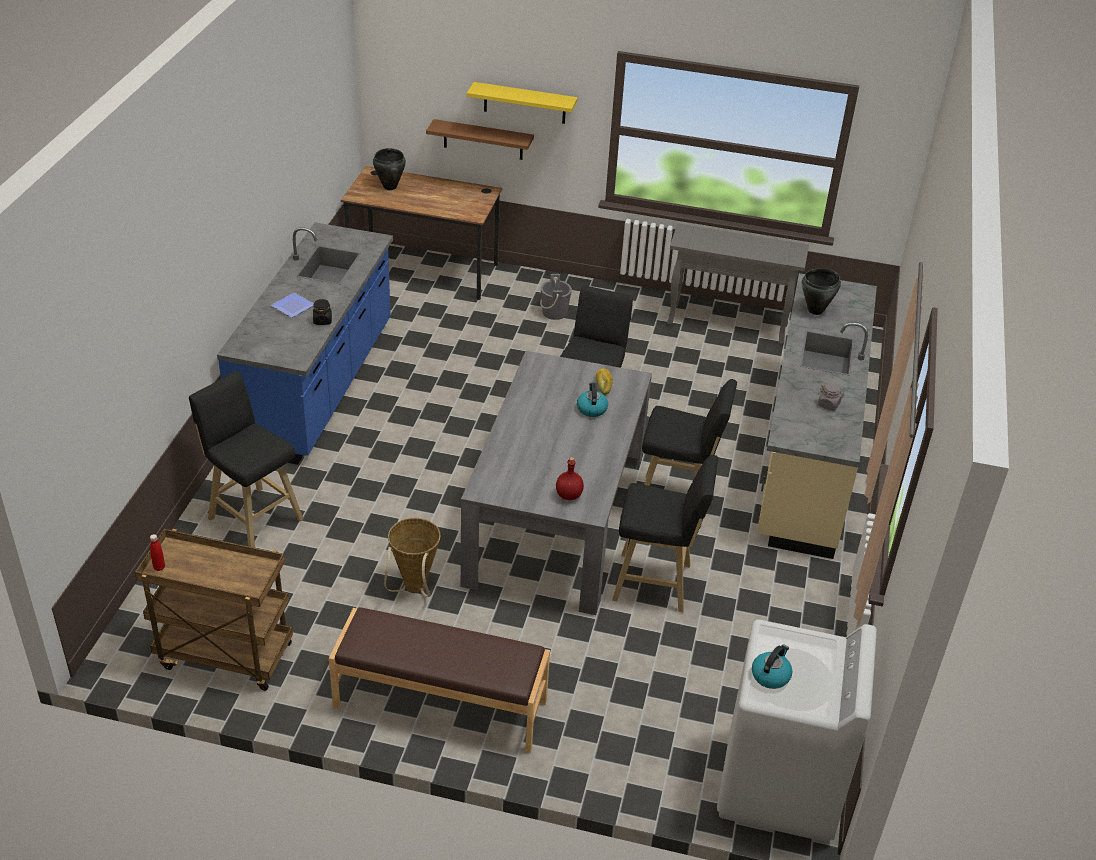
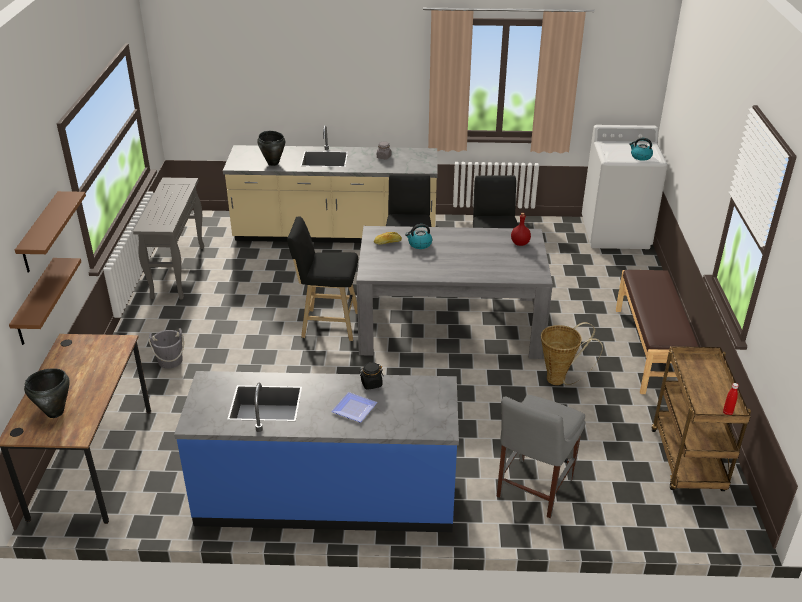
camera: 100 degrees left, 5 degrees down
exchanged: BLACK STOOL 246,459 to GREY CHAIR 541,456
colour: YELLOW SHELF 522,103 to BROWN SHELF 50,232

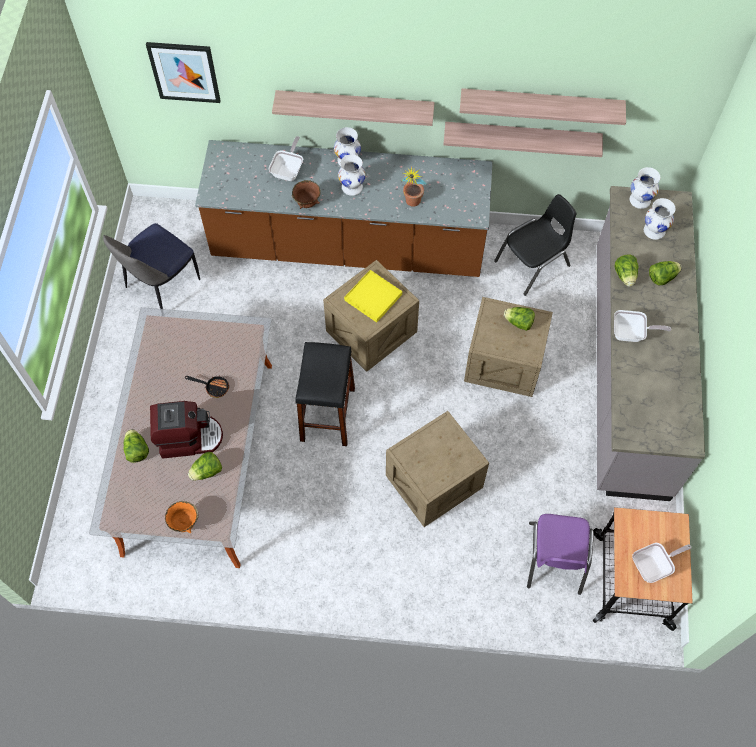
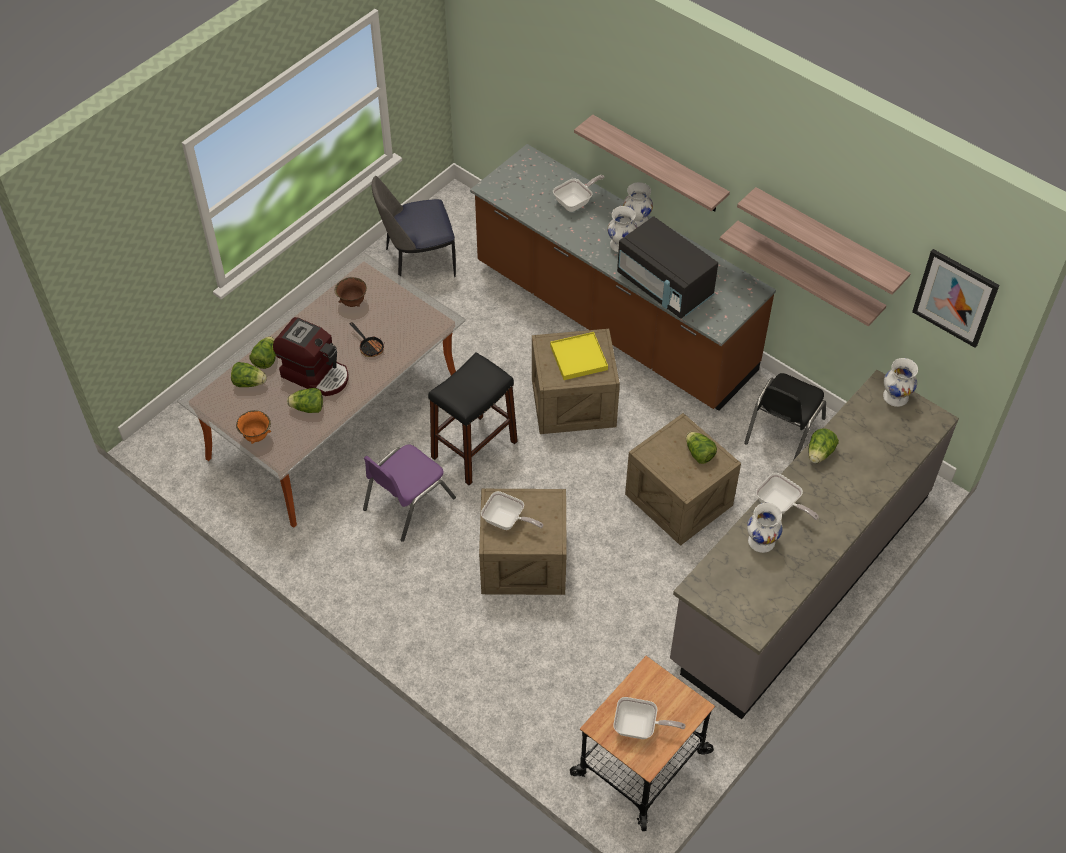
camera: 35 degrees right, 10 degrees down
appeared: FRYING PAN 512,510
relocated: PICTURE 183,72 to 956,298; BROWN BOWL 306,194 to 351,292; PURPLE CHAIR 560,554 to 409,493; WHITE VASE 660,219 to 765,528; LETTUCE 665,273 to 249,374
exchanged: POTTED PLANT 413,186 to BLACK MICROWAVE 667,267
spun: BLACK CHAIR 535,245 = 785,416 120 degrees clockwise

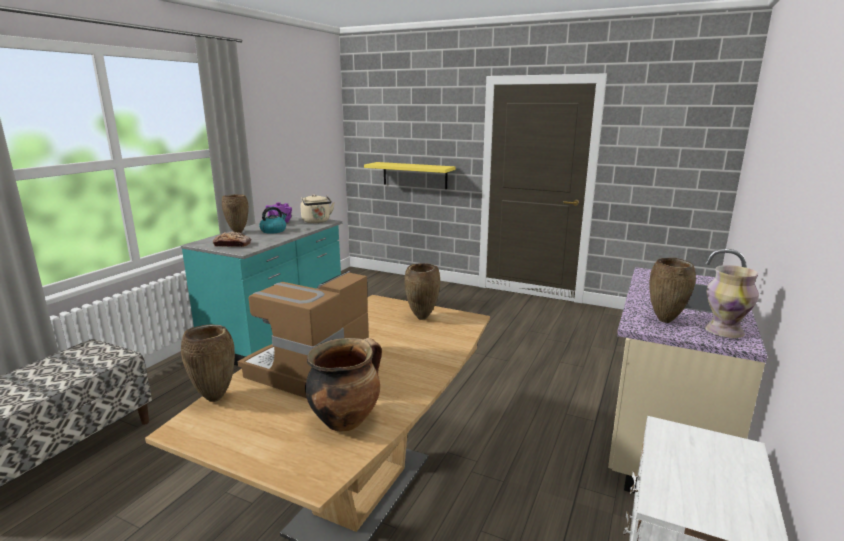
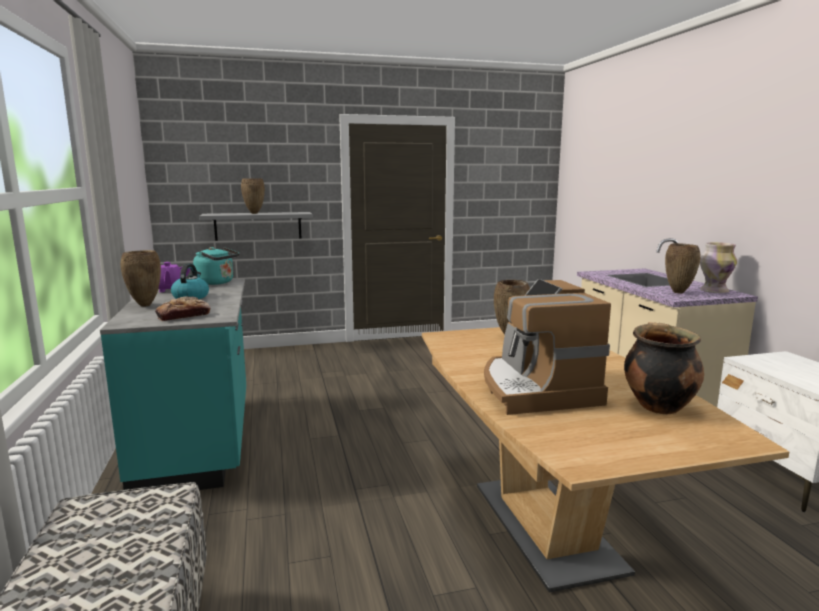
camera: 40 degrees left, 5 degrees down
relocated: BROWN VASE 208,363 to 253,196
colour: BEIGE KETTLE 317,208 to TURQUOISE KETTLE 216,266; YELLOW SHELF 410,175 to GREY SHELF 256,226

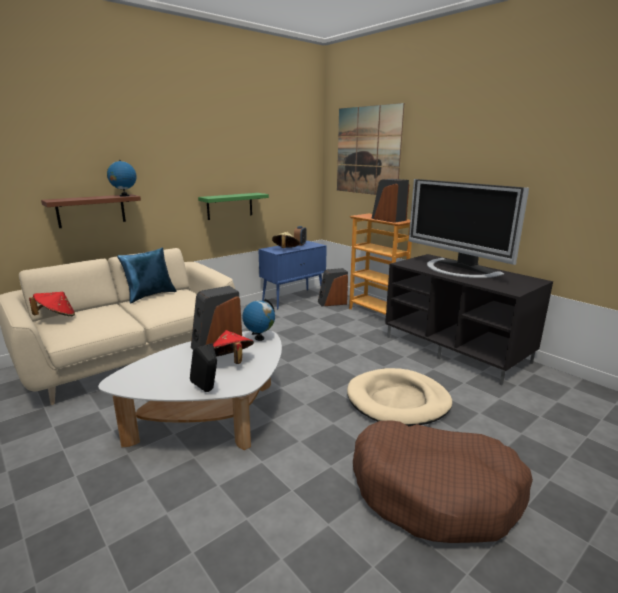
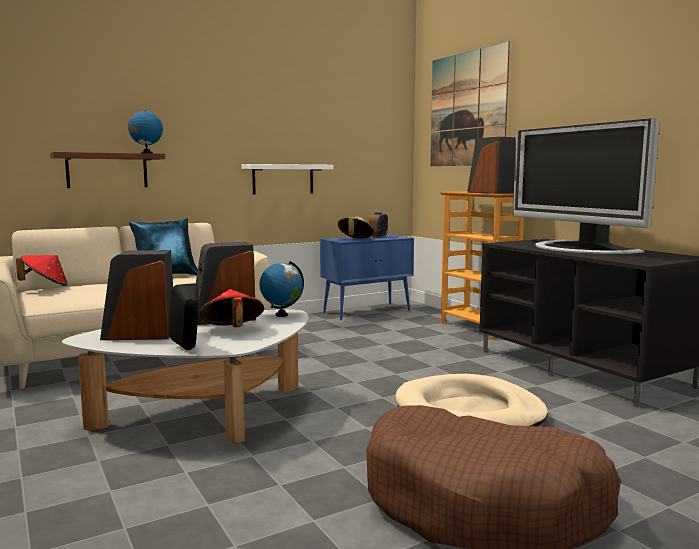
camera: 10 degrees right, 10 degrees down
relocated: SPEAKER 333,287 to 136,295
colour: GREEN SHELF 233,206 to WHITE SHELF 288,179

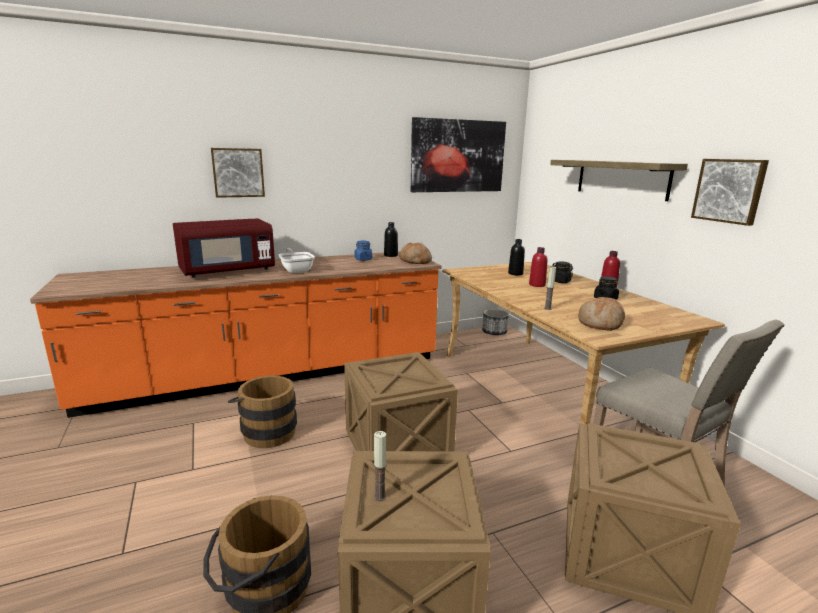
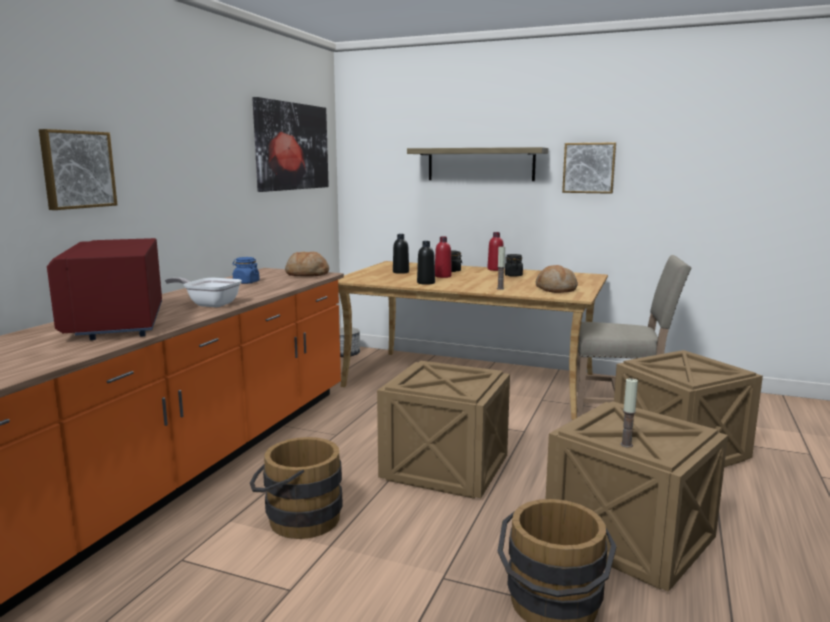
camera: 45 degrees left, 5 degrees down
relocated: BLACK BOTTLE 391,239 to 426,263
spun: RED MICROWAVE 224,248 = 104,289 150 degrees clockwise

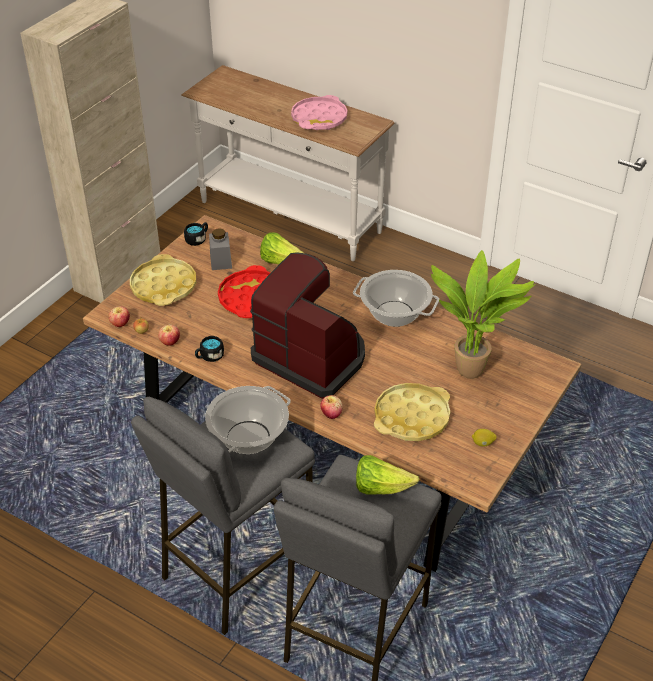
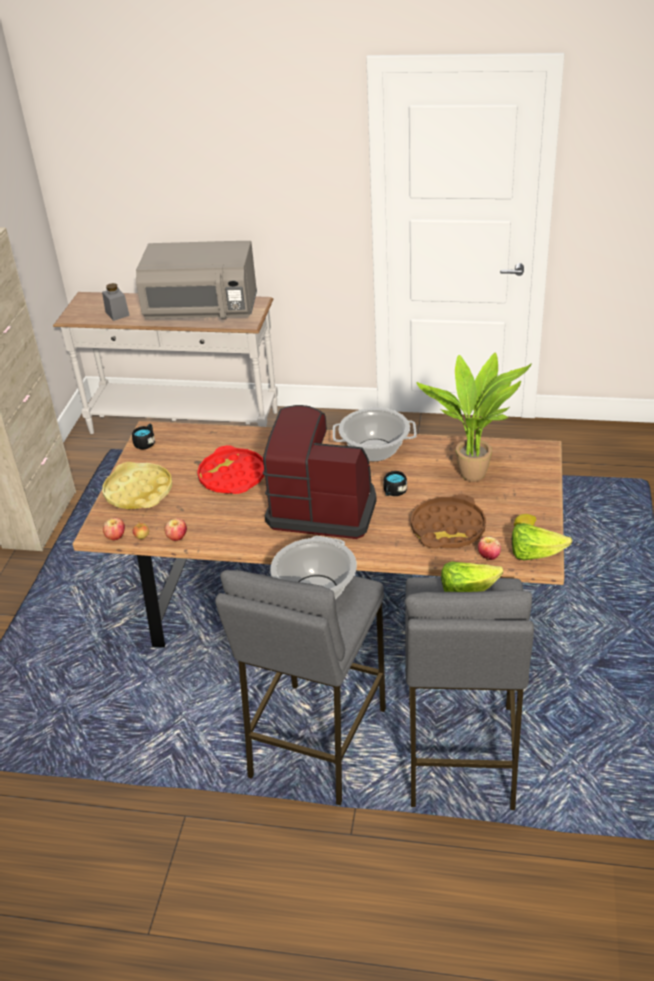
camera: 20 degrees left, 5 degrees down
relocated: BLACK MUG 209,349 to 395,483; GREY JAR 220,249 to 116,302; LETTUCE 282,248 to 542,541; APPLE 331,407 to 489,548
exchanged: PINK TRAY 319,112 to GREY MICROWAVE 196,280
colour: YELLOW TRAY 412,412 to BROWN TRAY 448,521

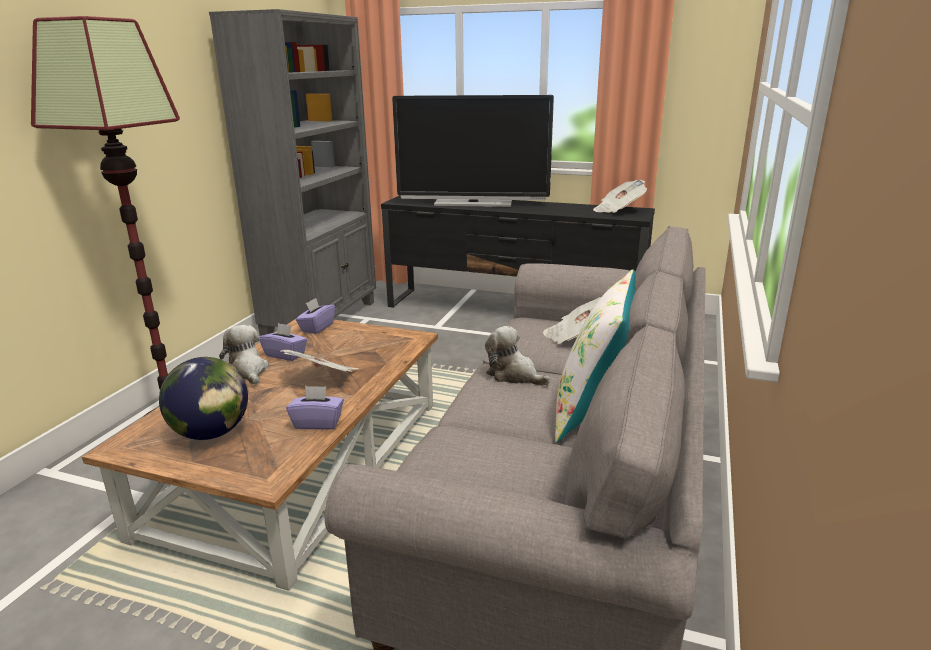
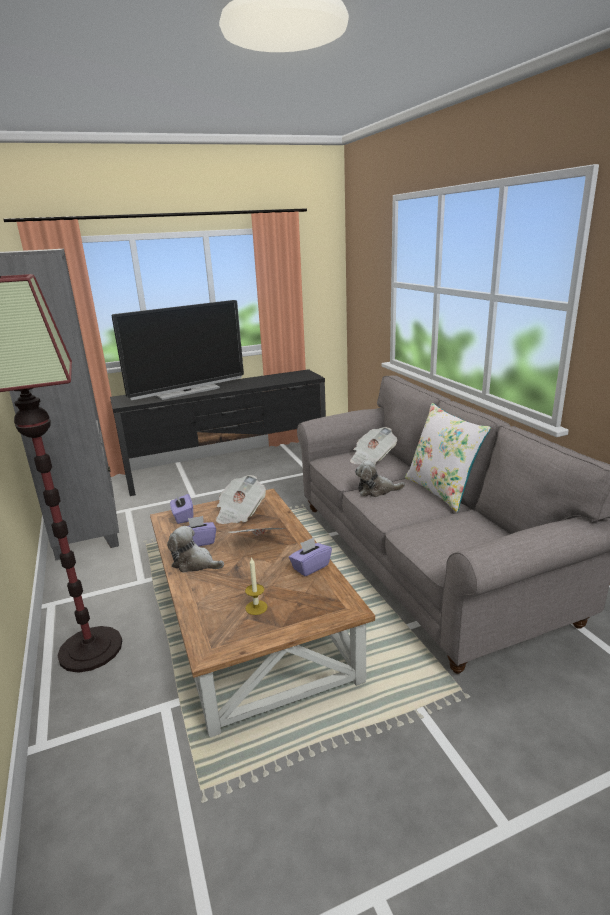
camera: 40 degrees left, 0 degrees up
relocated: NEWSPAPER 620,196 to 241,499
exchanged: GLOBE 203,398 to CANDLE 256,586

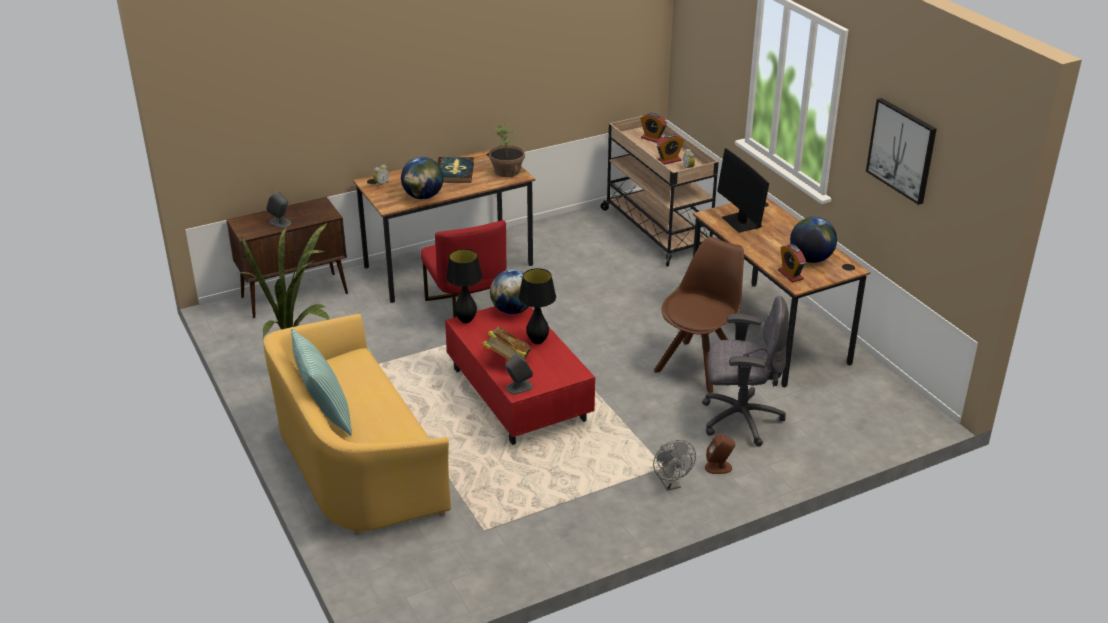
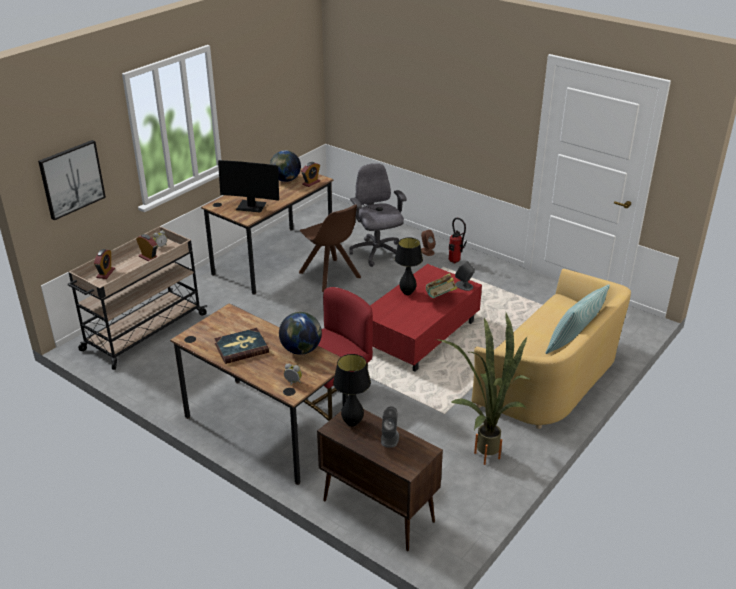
camera: 115 degrees left, 0 degrees up
missing: POTTED PLANT 507,150; GLOBE 509,291
relocated: BLACK TABLE LAMP 464,286 to 352,390; PICTURE 901,151 to 72,180
exchanged: GREY FAN 674,465 to FIRE EXTINGUISHER 458,241
spun: BROWN CHAIR 699,315 = 330,248 135 degrees counterclockwise; MONITOR 743,190 = 248,186 60 degrees clockwise

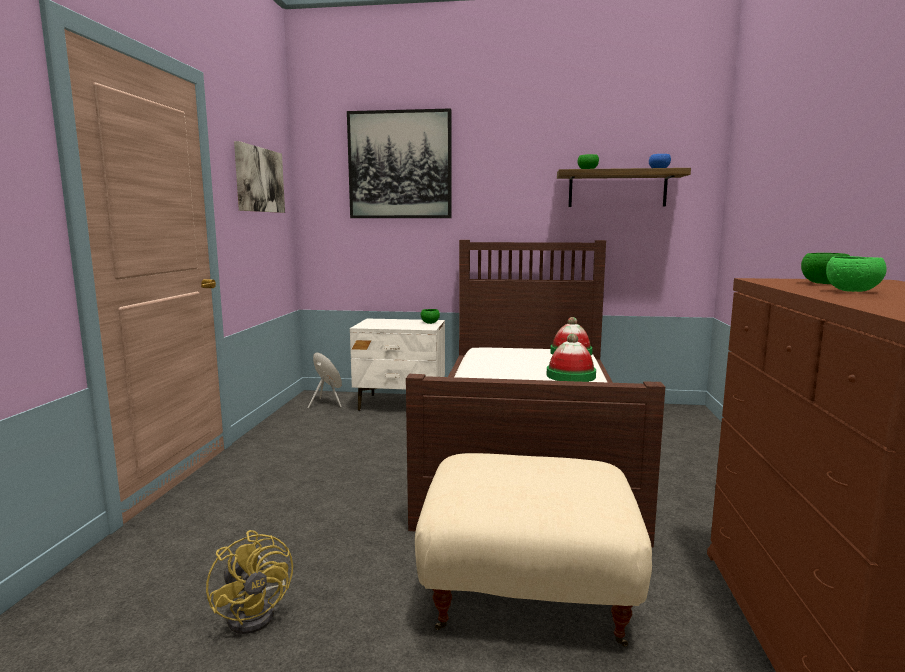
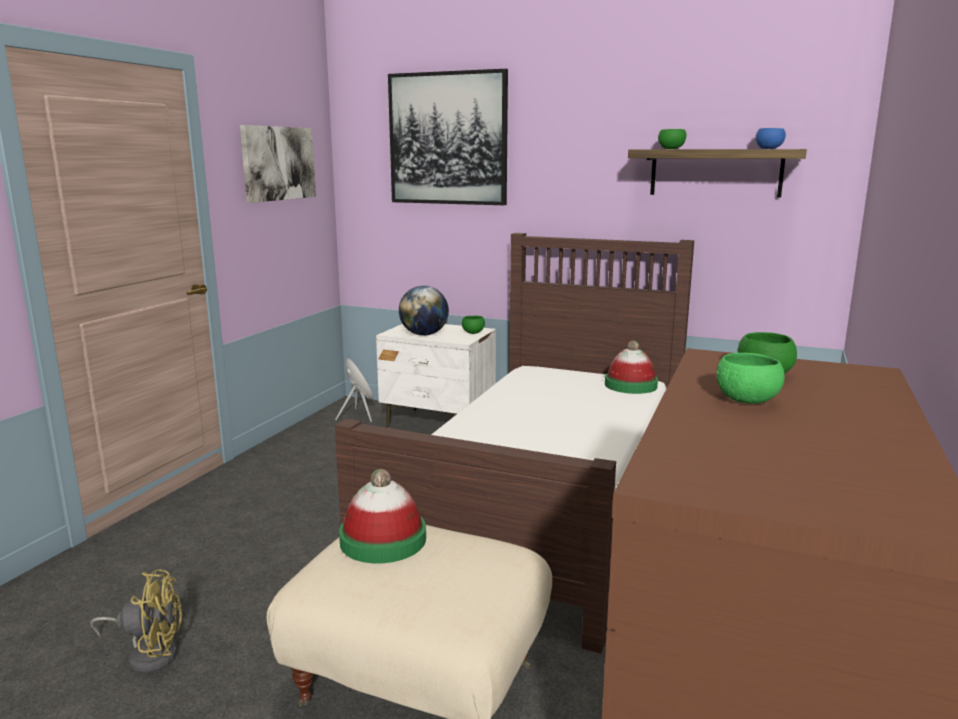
camera: 15 degrees right, 5 degrees up
appeared: GLOBE 424,310
relocated: HAT 571,358 to 382,516
spun: YELLOW FAN 249,582 = 136,621 75 degrees counterclockwise

